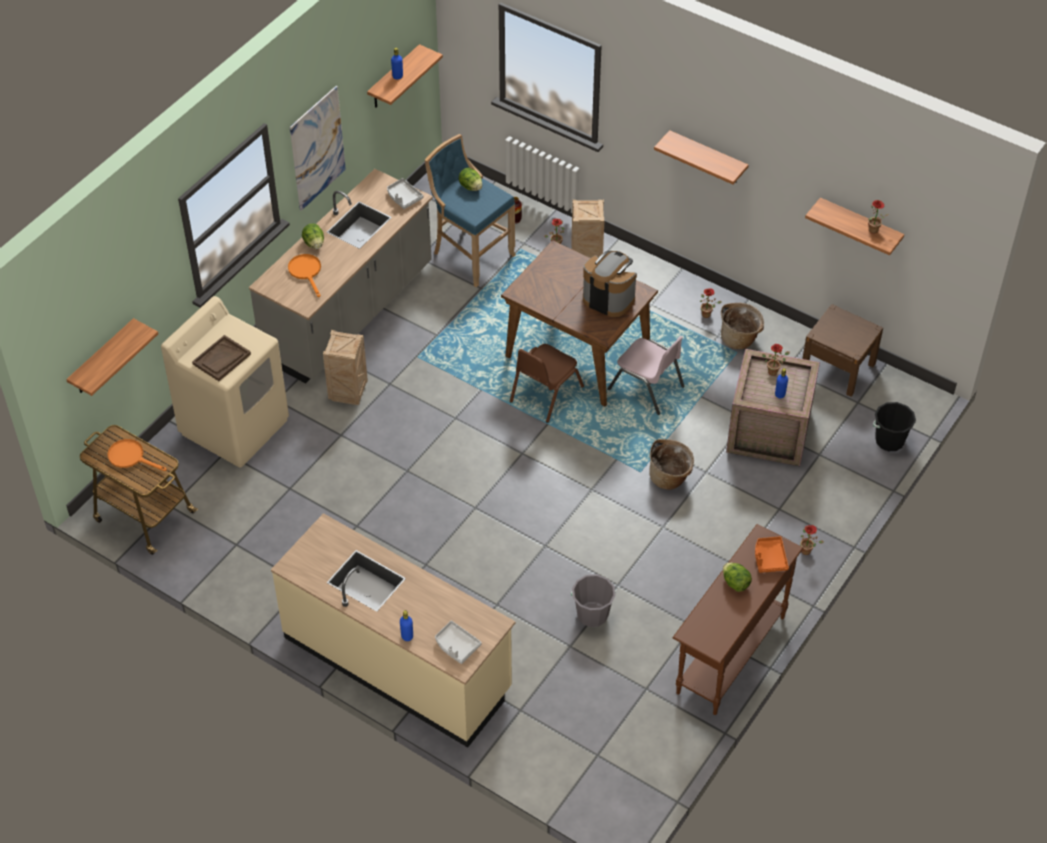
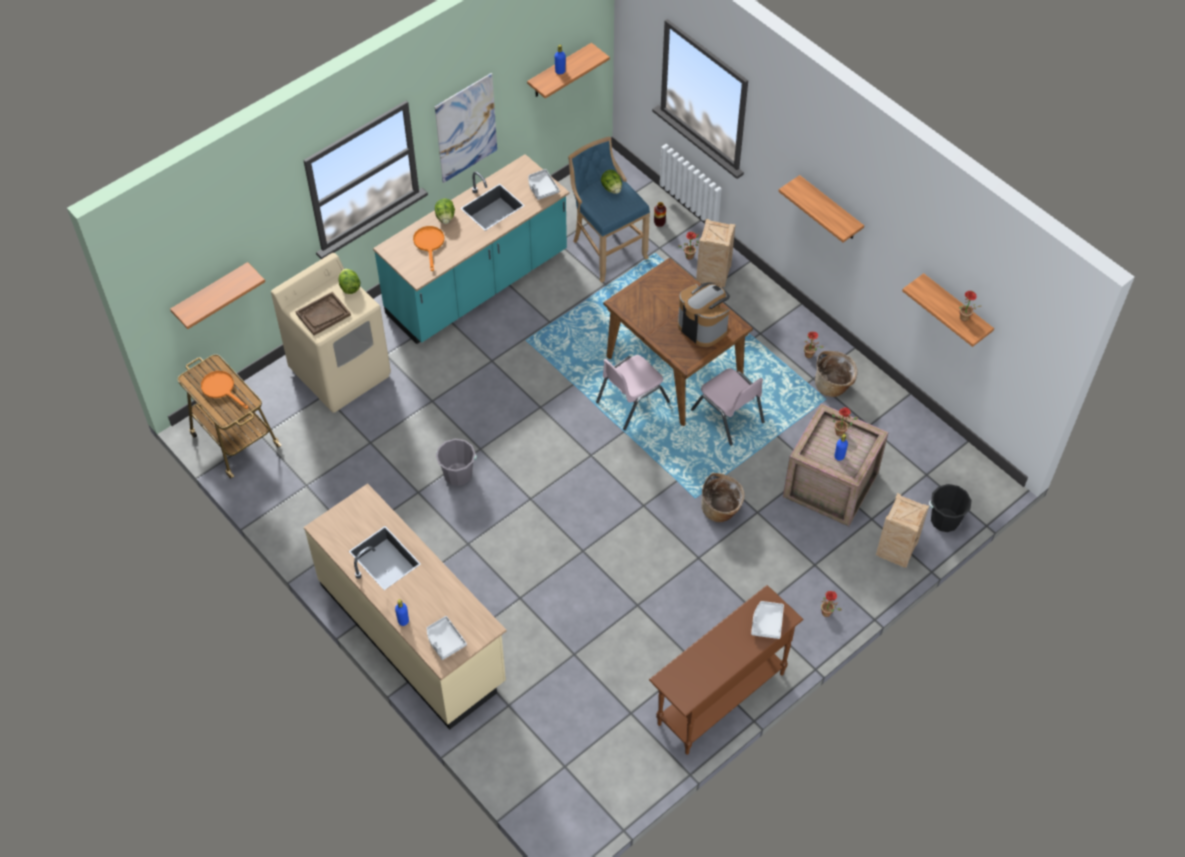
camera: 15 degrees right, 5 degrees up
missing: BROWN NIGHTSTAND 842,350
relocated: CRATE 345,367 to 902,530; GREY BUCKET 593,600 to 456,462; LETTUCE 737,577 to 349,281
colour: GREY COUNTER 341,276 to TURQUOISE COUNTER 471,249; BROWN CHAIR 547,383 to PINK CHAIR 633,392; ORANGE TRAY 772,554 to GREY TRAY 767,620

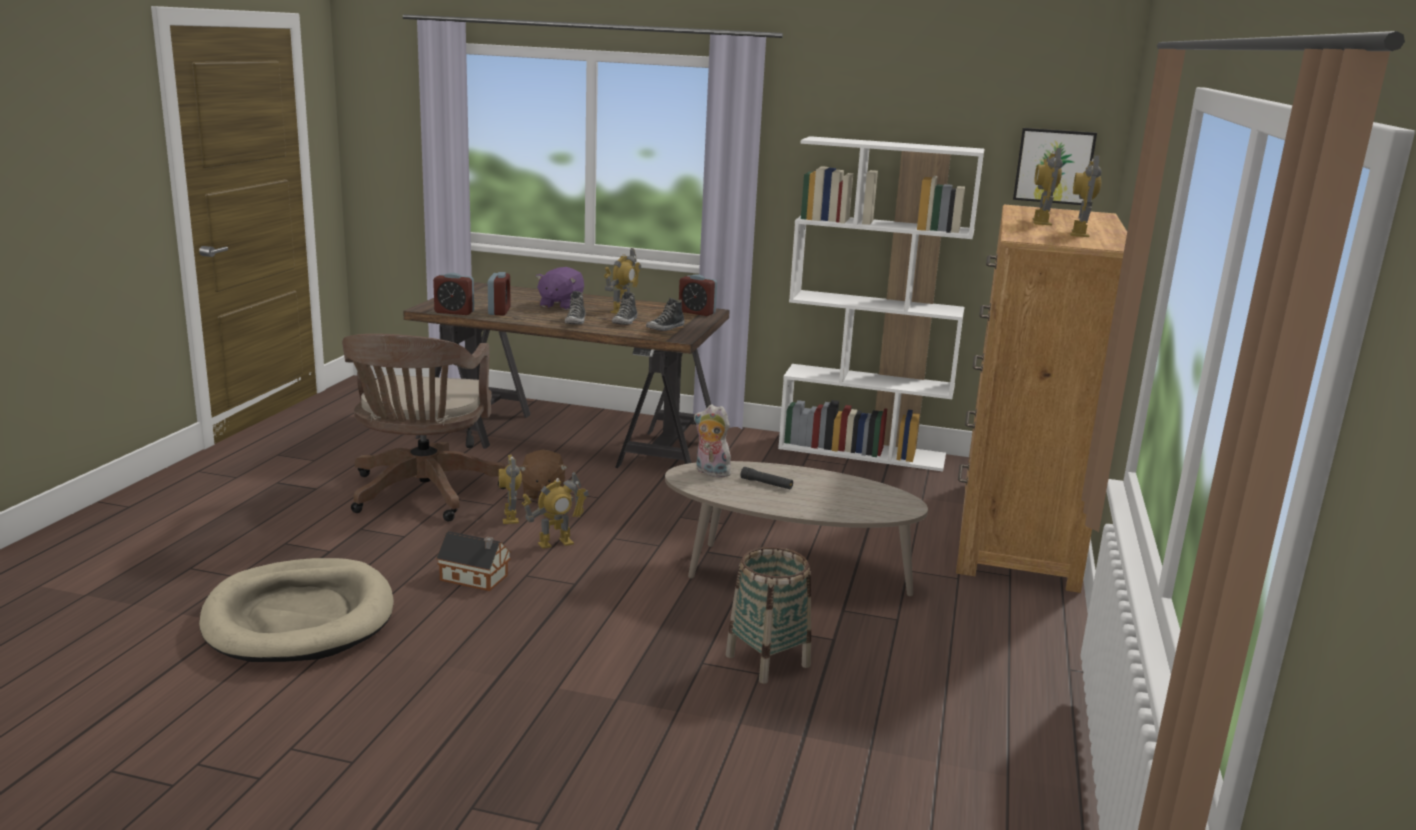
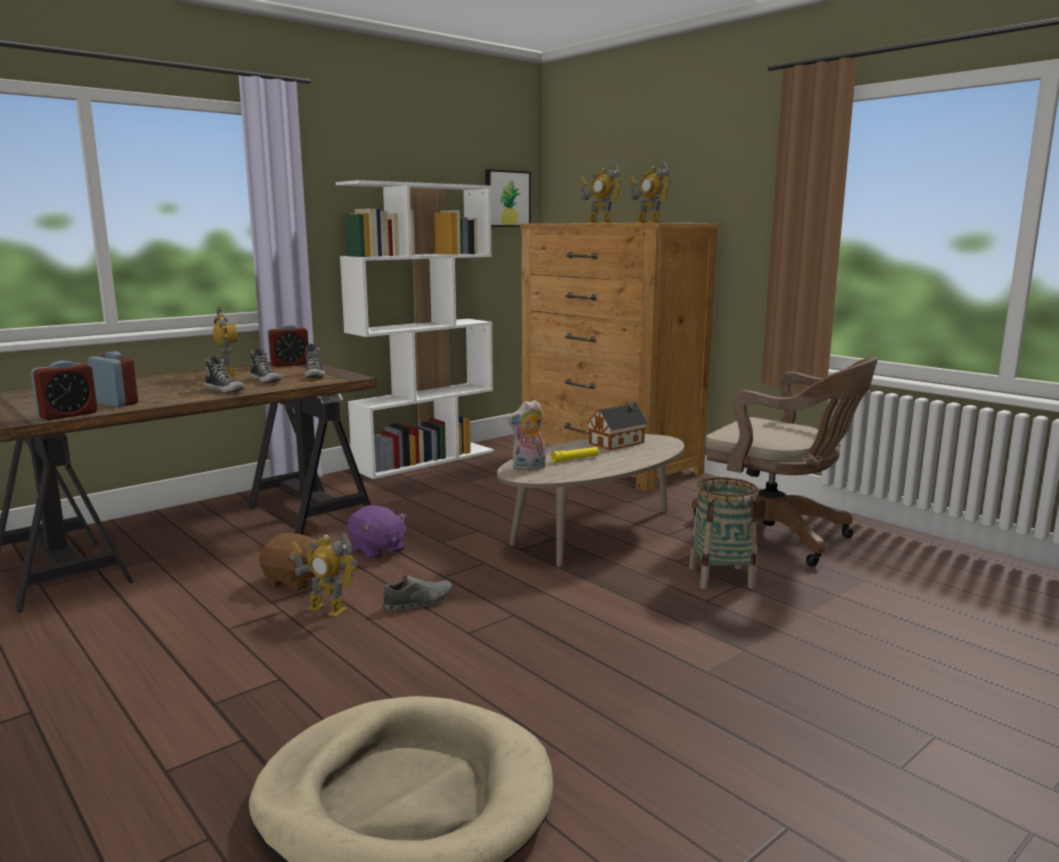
camera: 55 degrees left, 5 degrees down
relocated: BROWN OFFICE CHAIR 424,427 to 785,462; TOY HOUSE 473,561 to 617,425; PURPLE PLUSH TOY 560,288 to 377,532
exchanged: TOY ROBOT 555,510 to GREY SHOE 417,593
colour: BLACK FLASHLIGHT 766,478 to YELLOW FLASHLIGHT 575,455

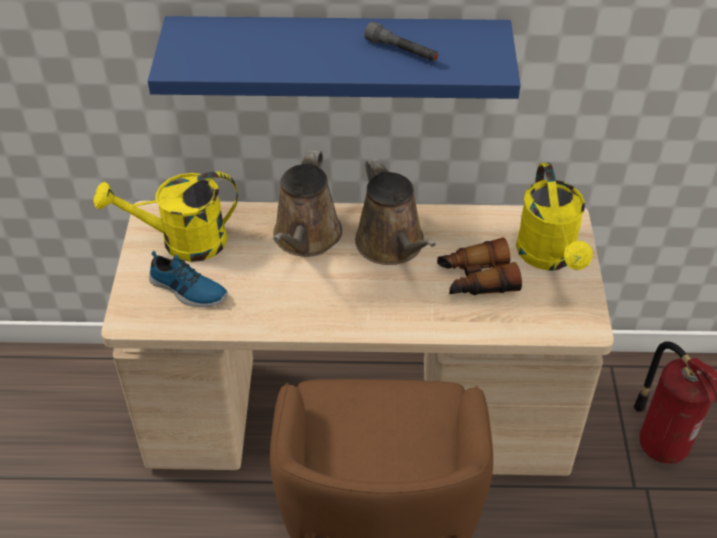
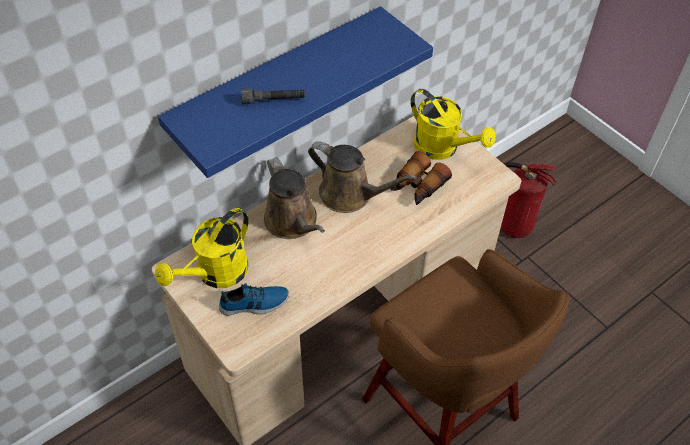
camera: 40 degrees left, 5 degrees up
relocated: GREY FLASHLIGHT 401,41 to 273,96

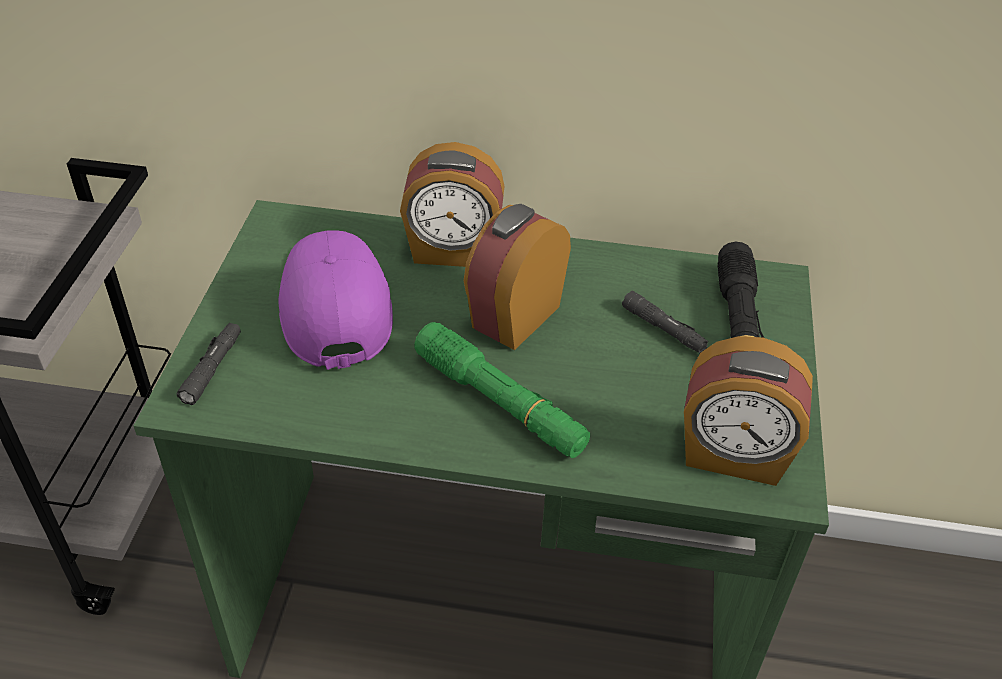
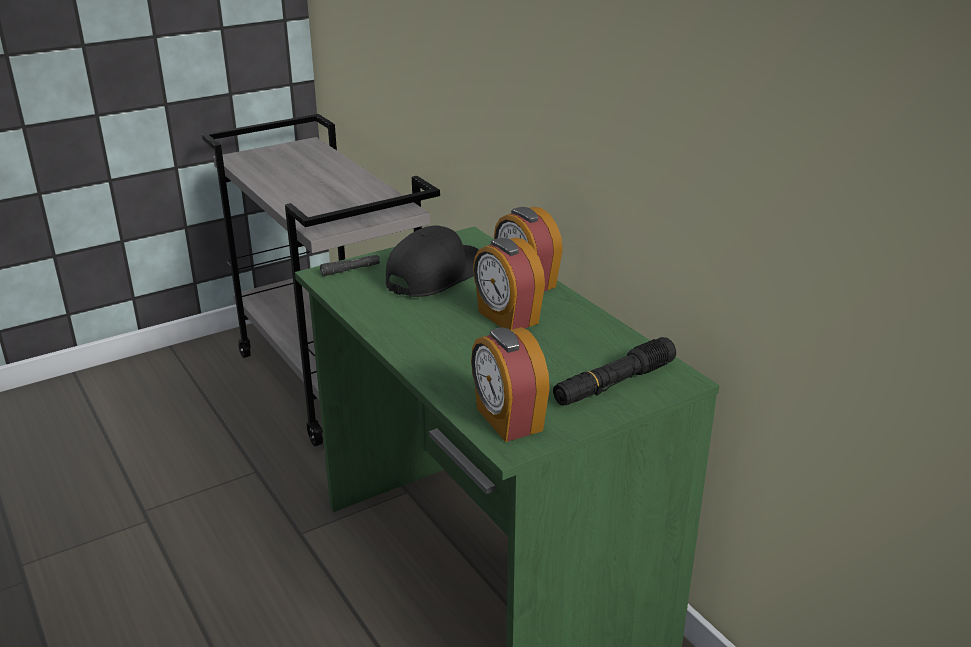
camera: 50 degrees right, 15 degrees down
missing: GREEN FLASHLIGHT 502,390; BLACK FLASHLIGHT 665,322
colour: PURPLE CAP 335,300 to BLACK CAP 432,261
spun: ALARM CLOCK 517,277 = 509,283 120 degrees counterclockwise

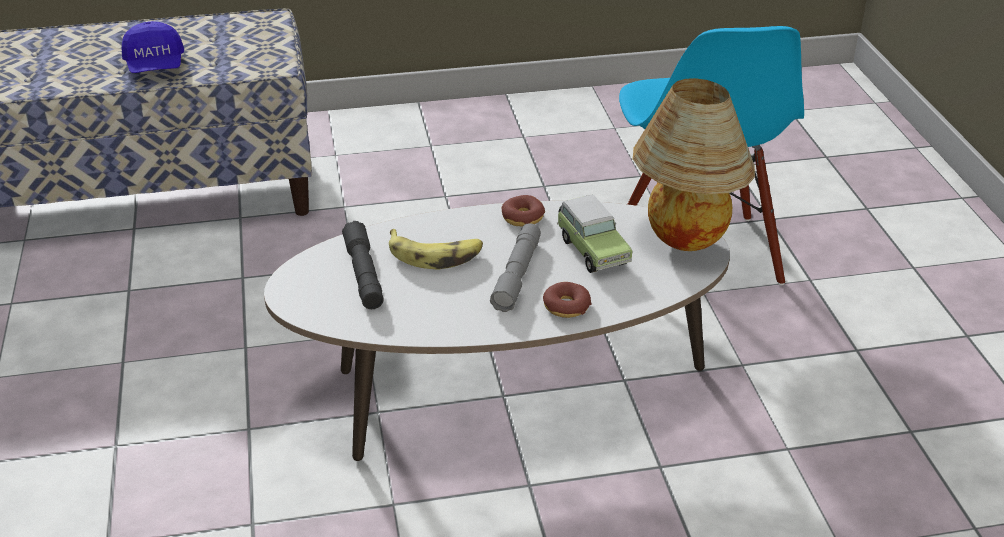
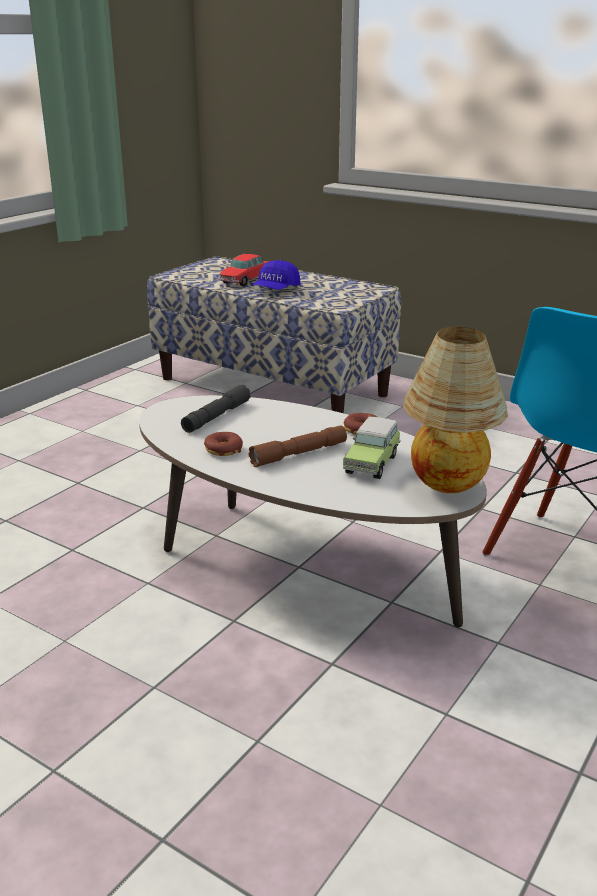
camera: 45 degrees right, 10 degrees down
missing: BANANA 436,249
appeared: TOY CAR 245,270
relocated: DONUT 567,300 to 223,444
colour: GREY FLASHLIGHT 515,267 to BROWN FLASHLIGHT 297,446

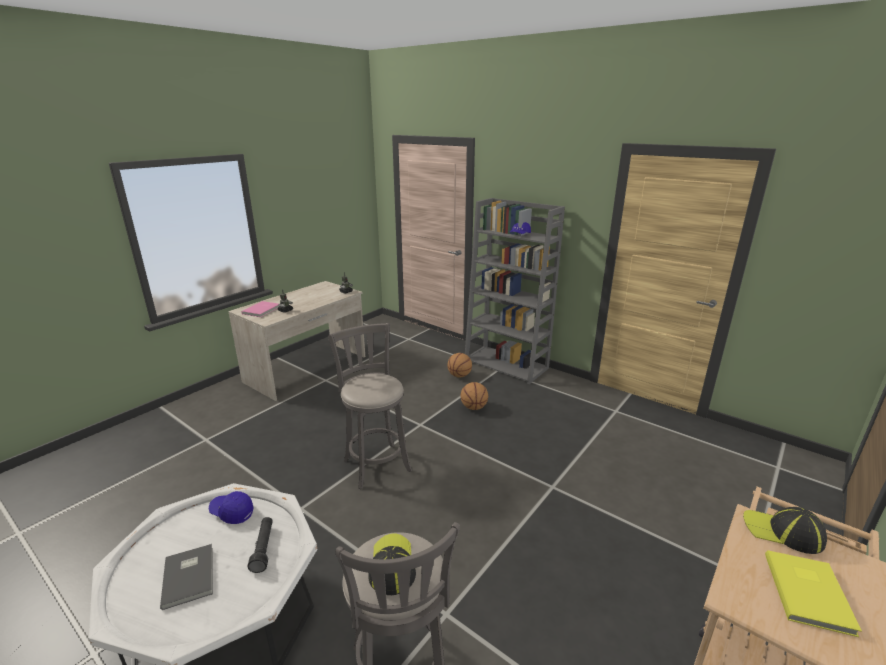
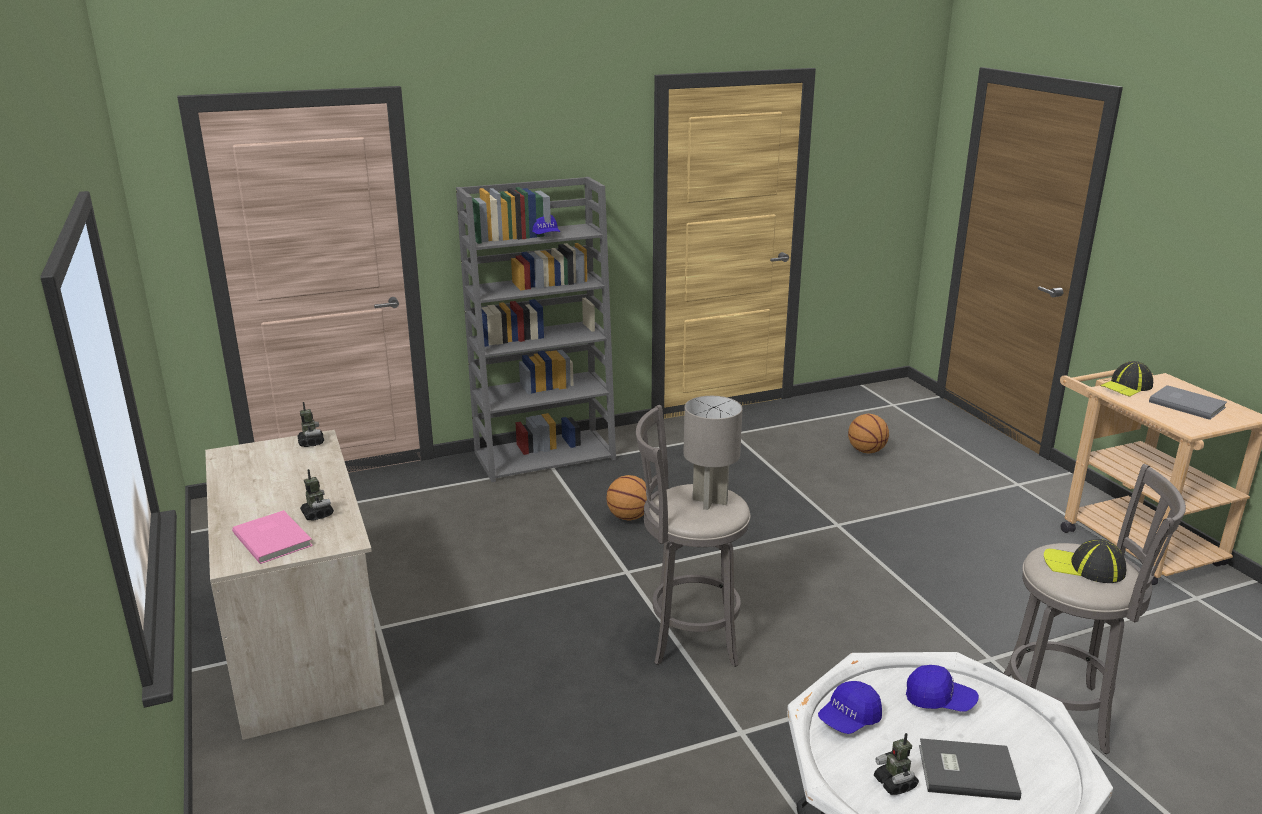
camera: 60 degrees left, 0 degrees up
appeared: GREY TABLE LAMP 712,453; TOY ROBOT 896,764
relocated: BASKETBALL 459,365 to 868,434
exchanged: BLACK FLASHLIGHT 260,545 to BLUE CAP 942,688
colour: YELLOW BOOK 813,593 to GREY BOOK 1188,402

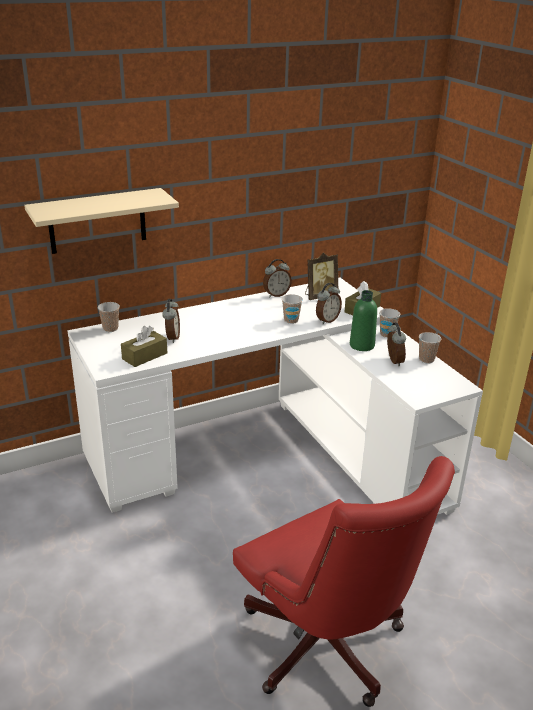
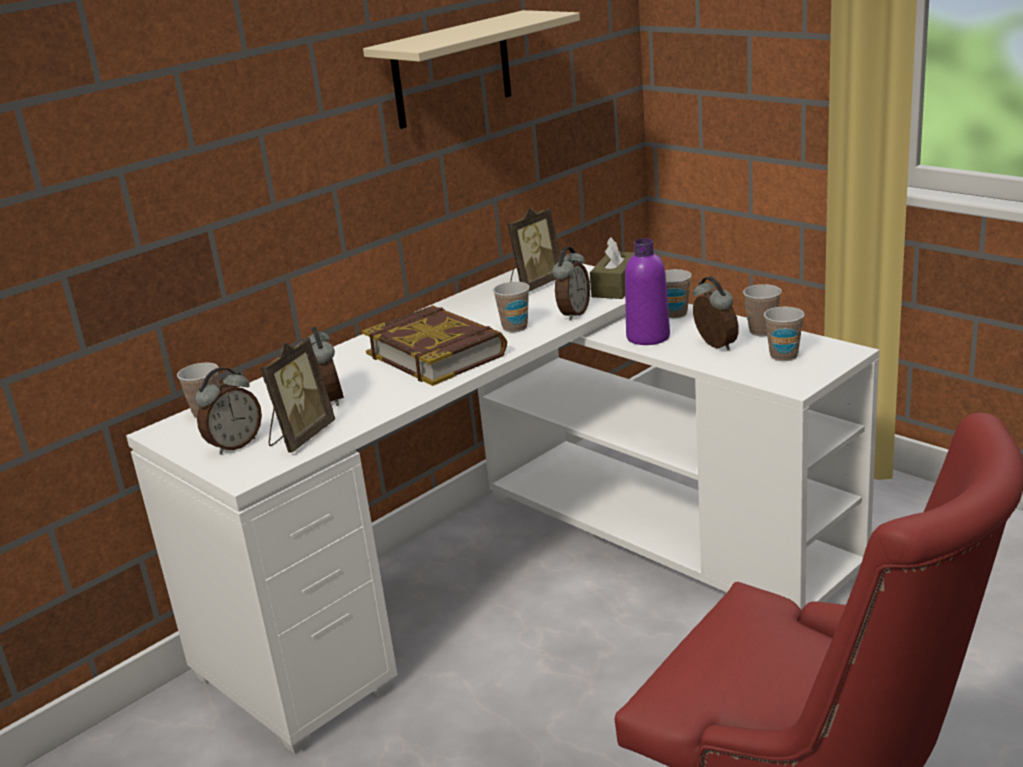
camera: 15 degrees left, 5 degrees down
appeared: BOOK 434,345; CUP 784,334
relocated: BEIGE SHELF 101,221 to 471,69; ALARM CLOCK 277,278 to 228,411
exchanged: BROWN TISSUE BOX 144,346 to PICTURE FRAME 297,395
colour: GREEN BOTTLE 363,320 to PURPLE BOTTLE 647,291

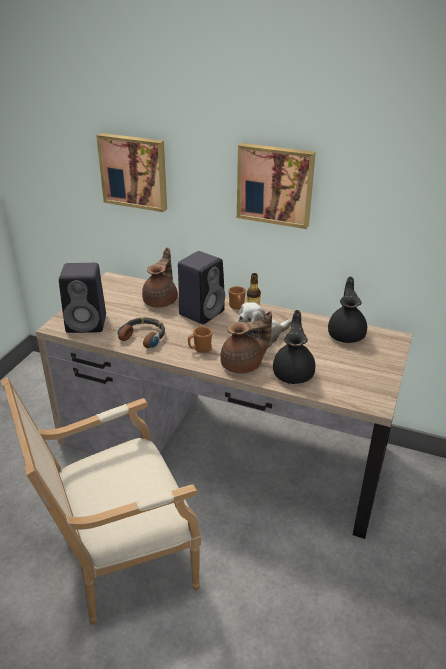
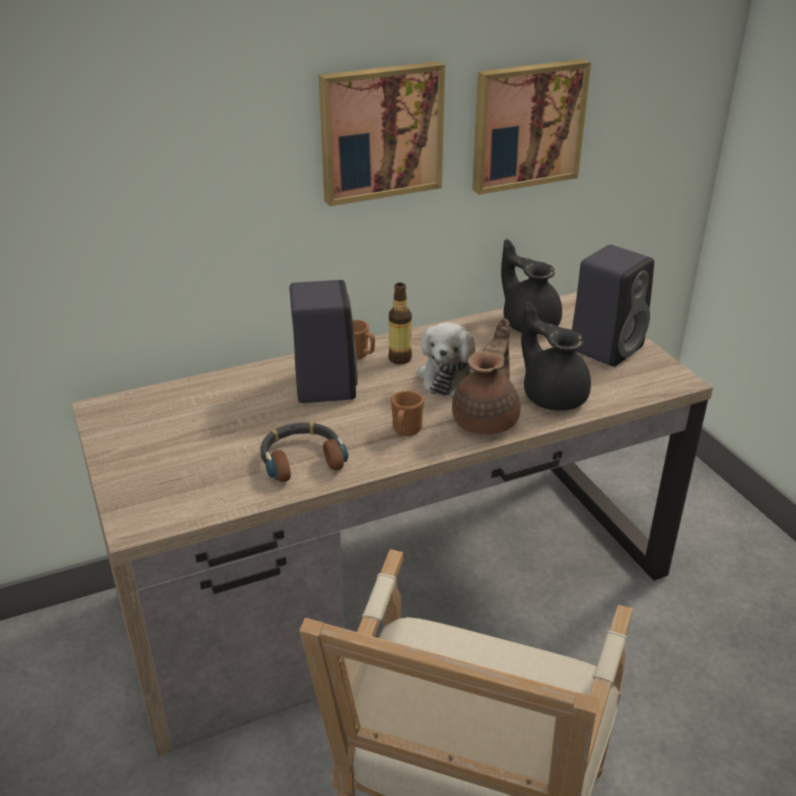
camera: 45 degrees left, 0 degrees up
missing: BROWN TEAPOT 160,277
relocated: BLACK SPEAKER 82,298 to 613,306; PICTURE 131,172 to 531,127

